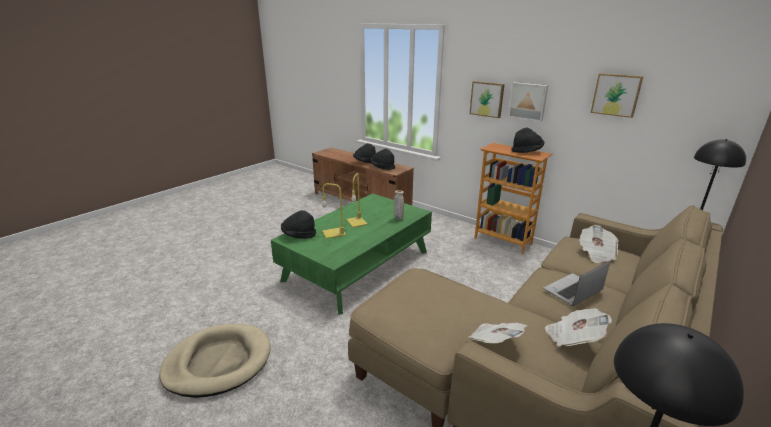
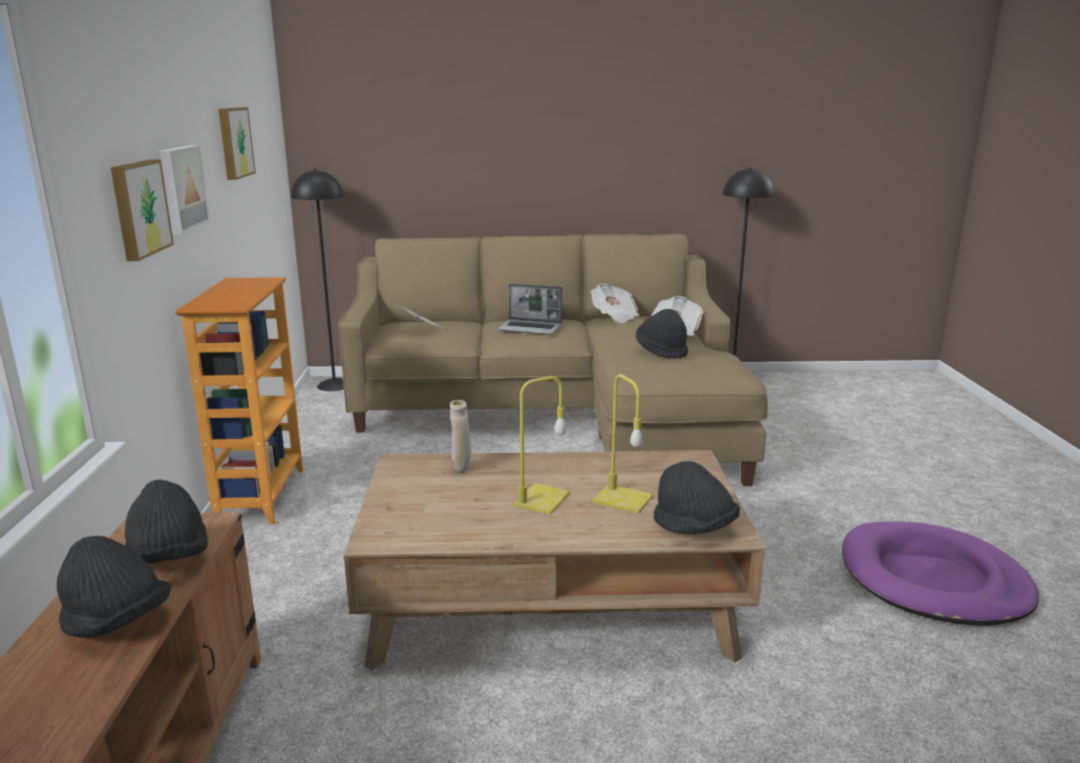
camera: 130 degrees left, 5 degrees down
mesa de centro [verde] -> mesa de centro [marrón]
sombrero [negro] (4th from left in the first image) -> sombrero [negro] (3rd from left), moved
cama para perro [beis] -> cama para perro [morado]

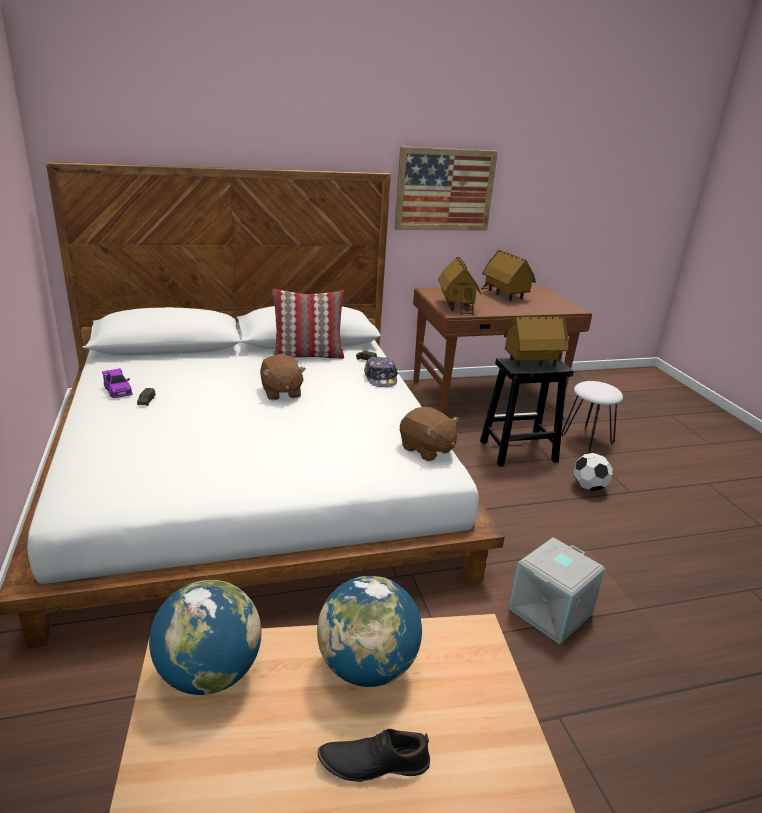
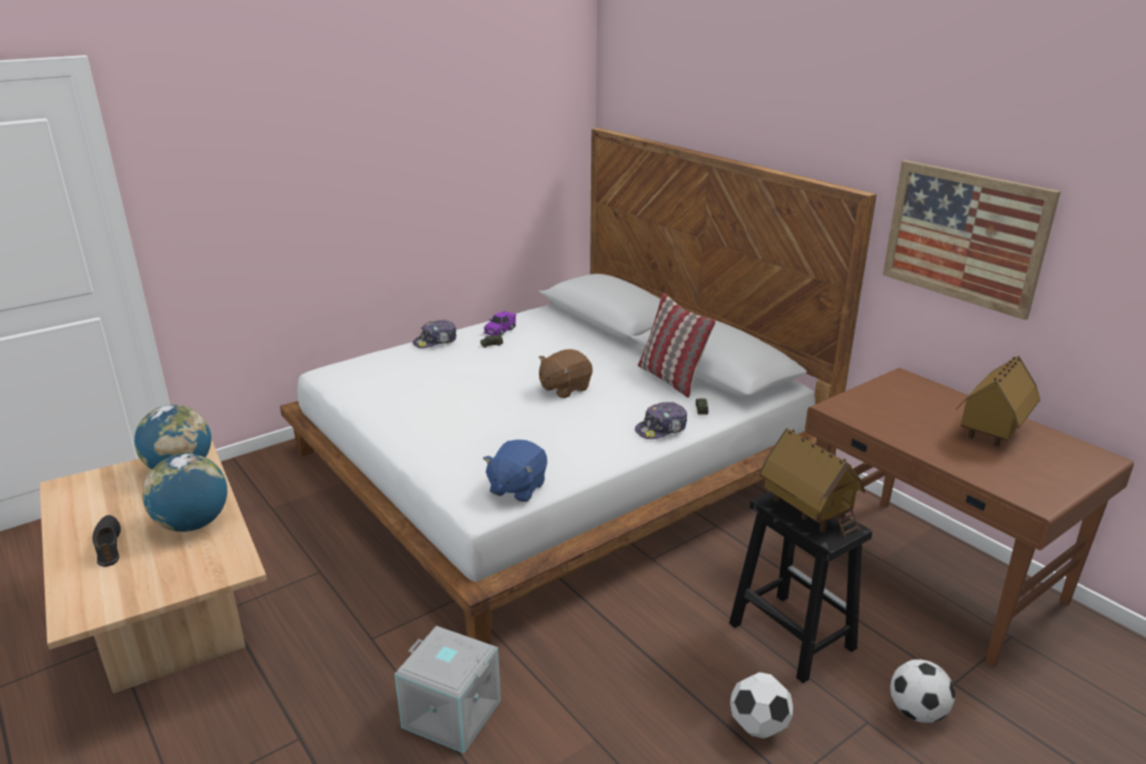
camera: 70 degrees right, 0 degrees up
none -> gorra (1st from left)
peluche [marrón] (2nd from left) -> peluche [azul]
taburete [blanco] -> balón de fútbol (2nd from left)
casita (1st from left) -> none

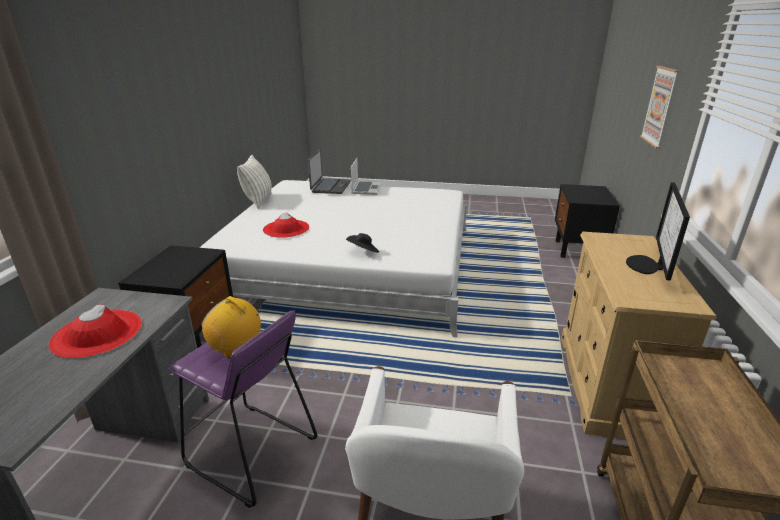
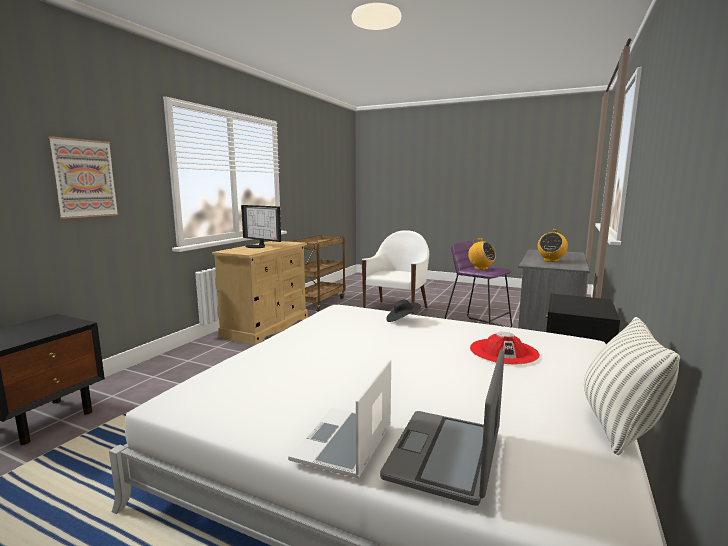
camera: 165 degrees left, 15 degrees down
monitor, 90 degrees clockwise
sombrero [rojo] (1st from left) -> radio (2nd from left)

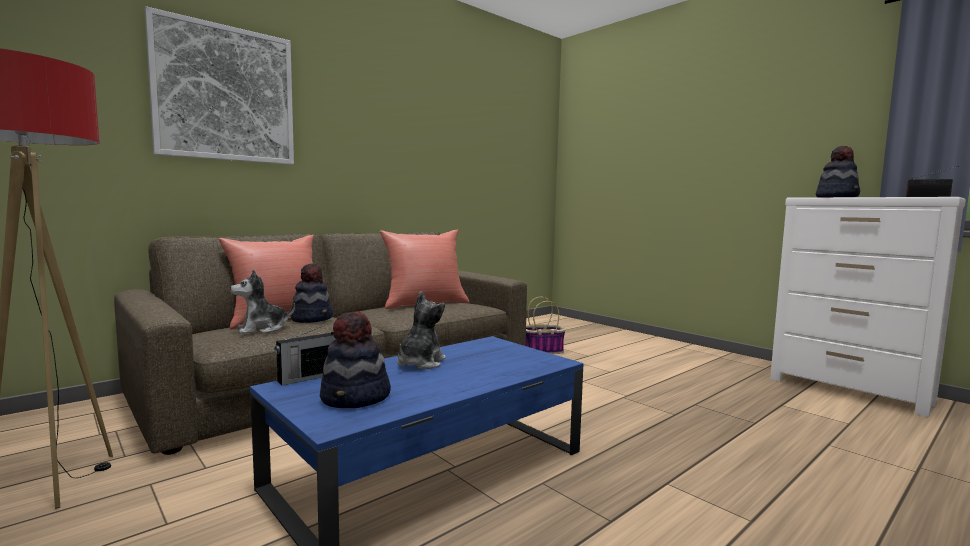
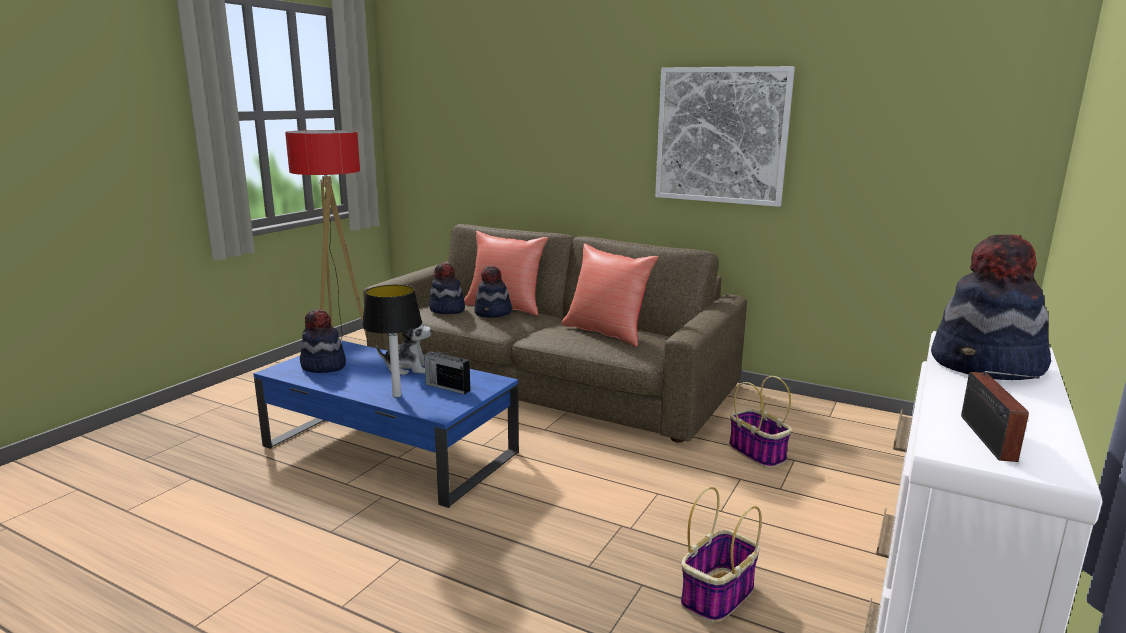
camera: 70 degrees right, 10 degrees up
none -> lámpara de mesa
radio (1st from left), moved
peluche (1st from left) -> sombrero (2nd from left)
cuadro, moved
none -> cesta (1st from left)

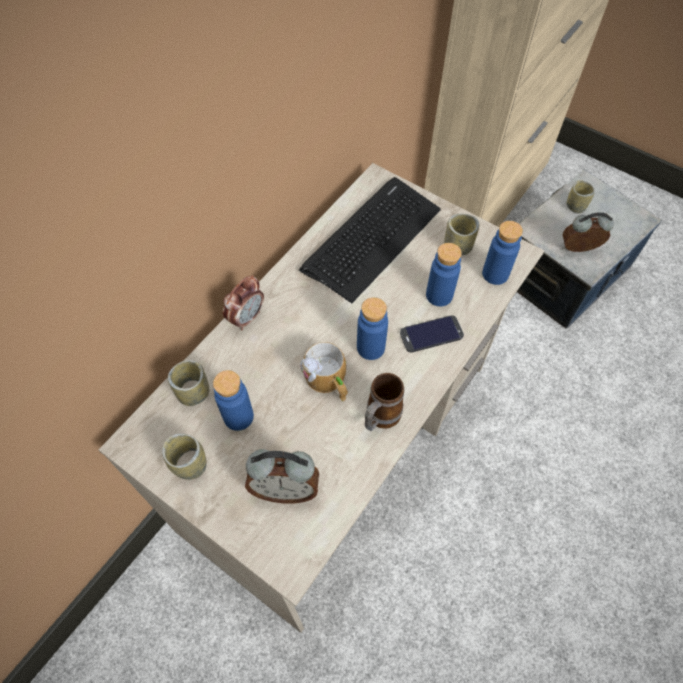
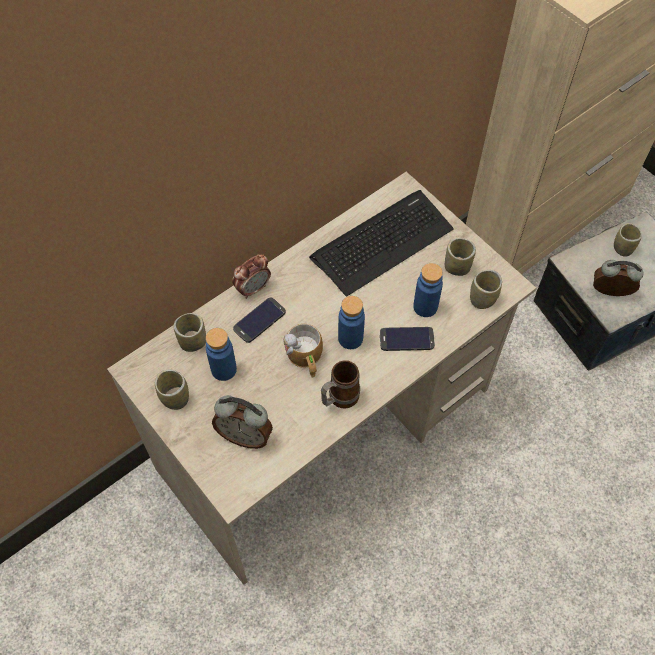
camera: 15 degrees right, 0 degrees up
none -> móvil (1st from left)
botella [azul] (4th from left) -> taza (4th from left)

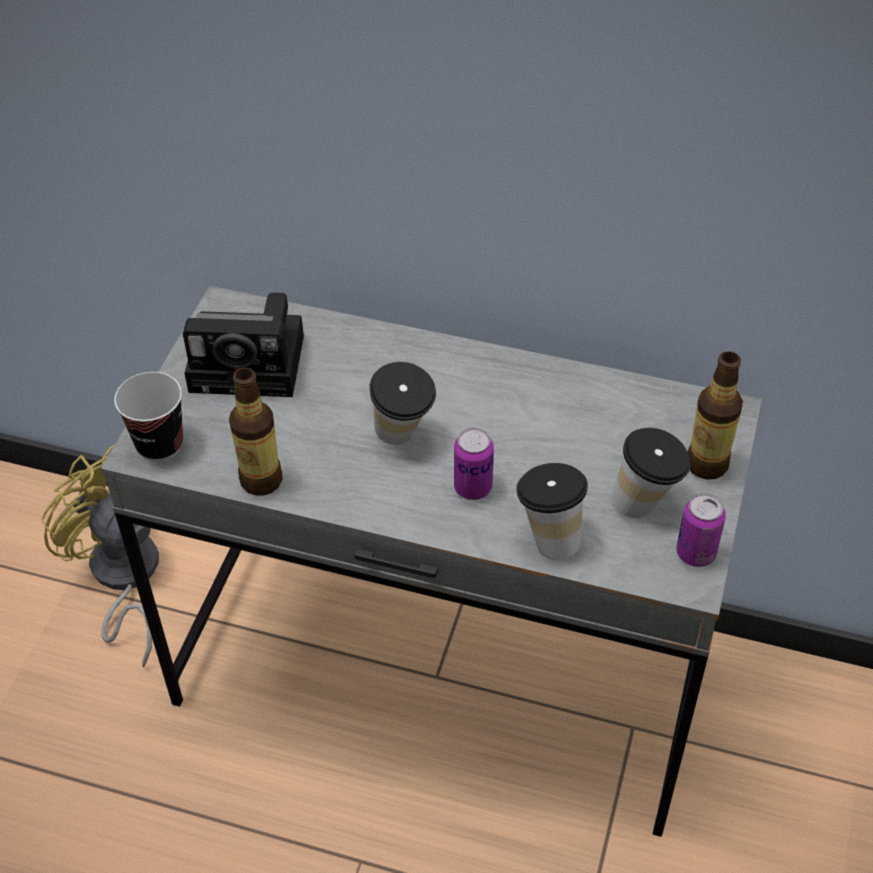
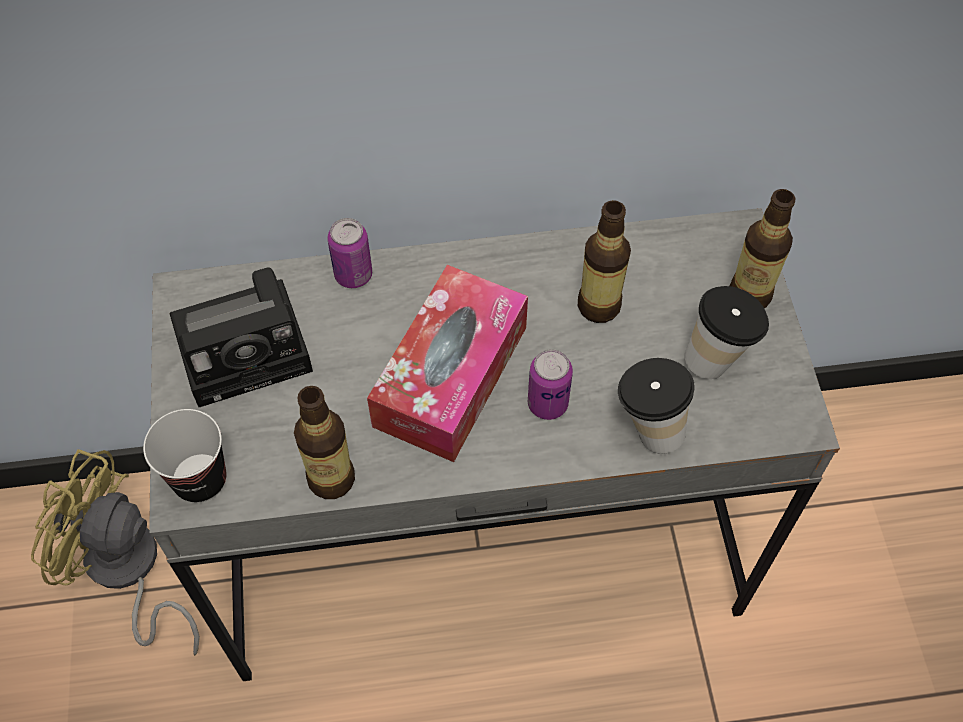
camera: 25 degrees left, 10 degrees up
lata (2nd from left in the first image) -> lata (1st from left), moved
taza (2nd from left) -> caja de pañuelos
none -> botella (2nd from left)

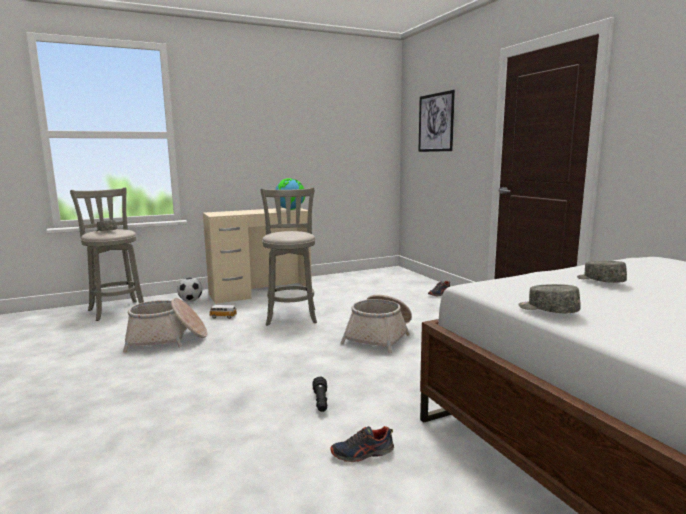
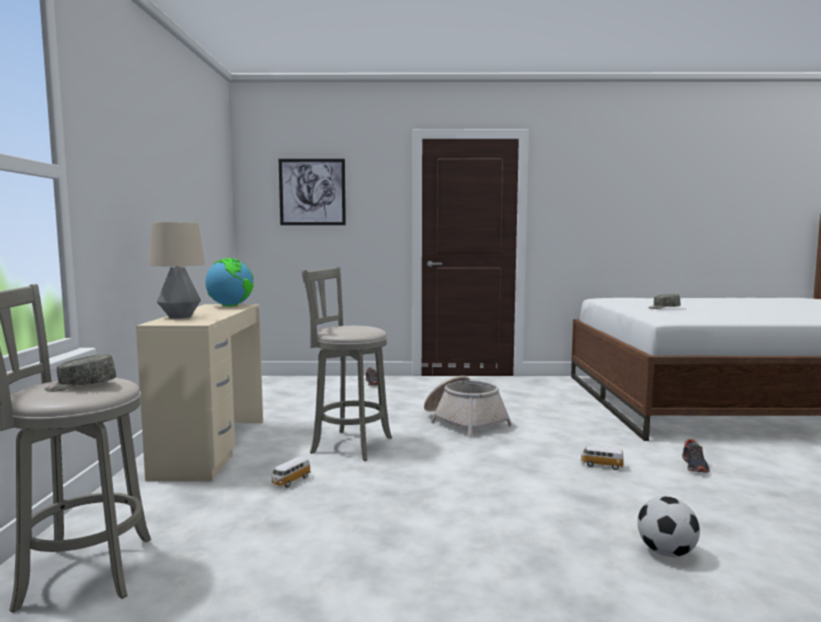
camera: 65 degrees left, 5 degrees down
none -> lámpara de mesa
linterna [negro] -> coche de juguete (2nd from left)
balón de fútbol, moved
cesta (1st from left) -> none
gorra [gris] (2nd from left) -> none

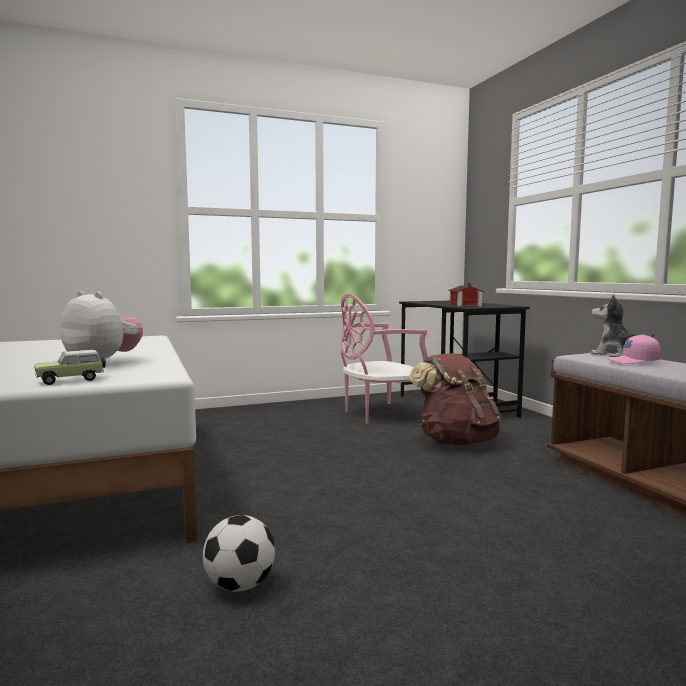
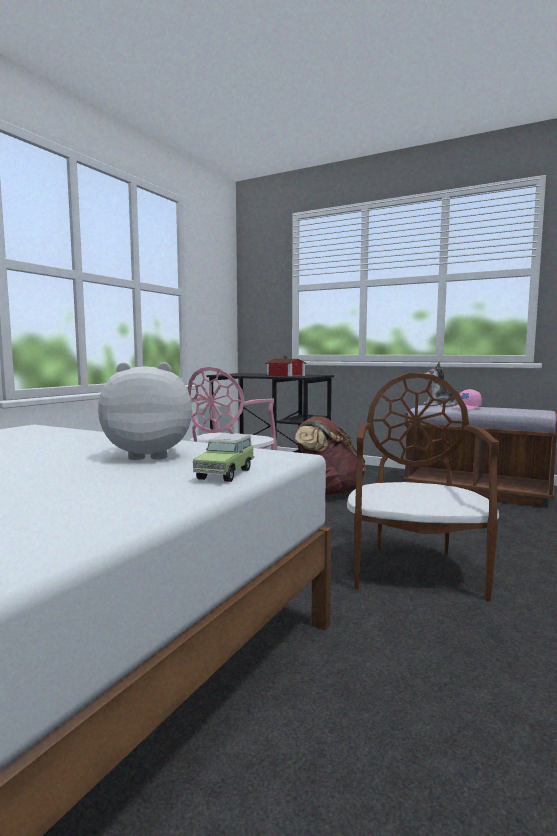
camera: 40 degrees left, 0 degrees up
none -> silla [marrón]
balón de fútbol -> none

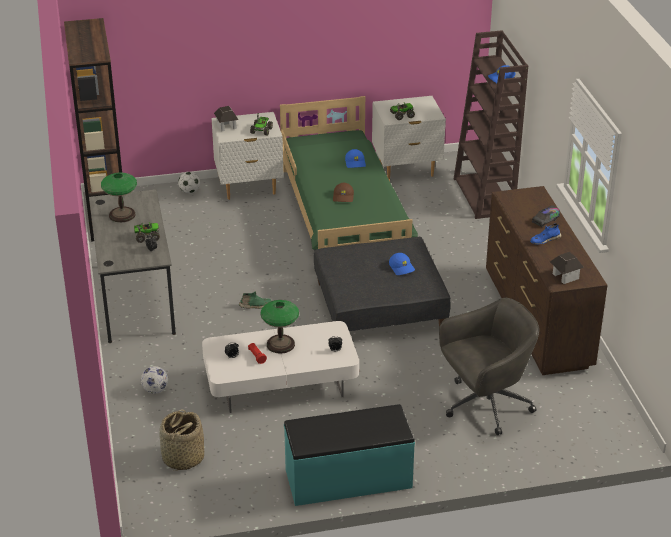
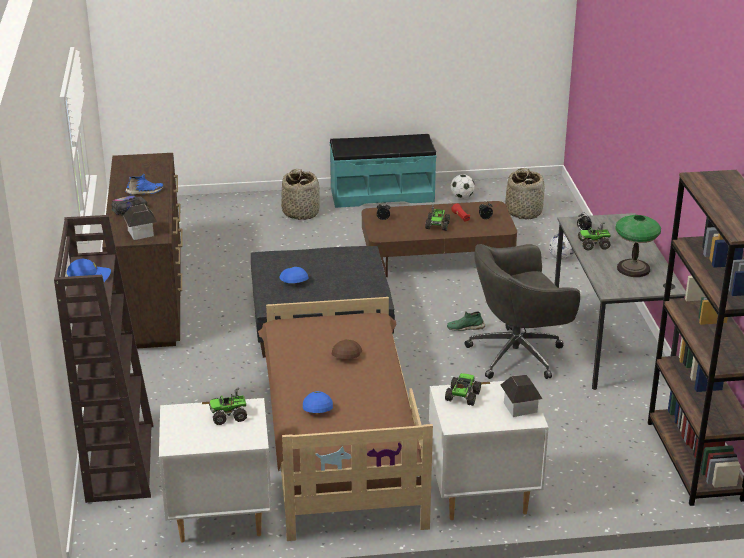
camera: 175 degrees left, 5 degrees down
casita (2nd from left in the first image) -> casita (1st from left), moved
cama [verde] -> cama [marrón]
none -> cesta (1st from left)
mesa de centro [blanco] -> mesa de centro [marrón]
lámpara de mesa (2nd from left) -> camión de juguete (3rd from left)
balón de fútbol (2nd from left in the first image) -> balón de fútbol (1st from left), moved
silla de oficina [gris], moved

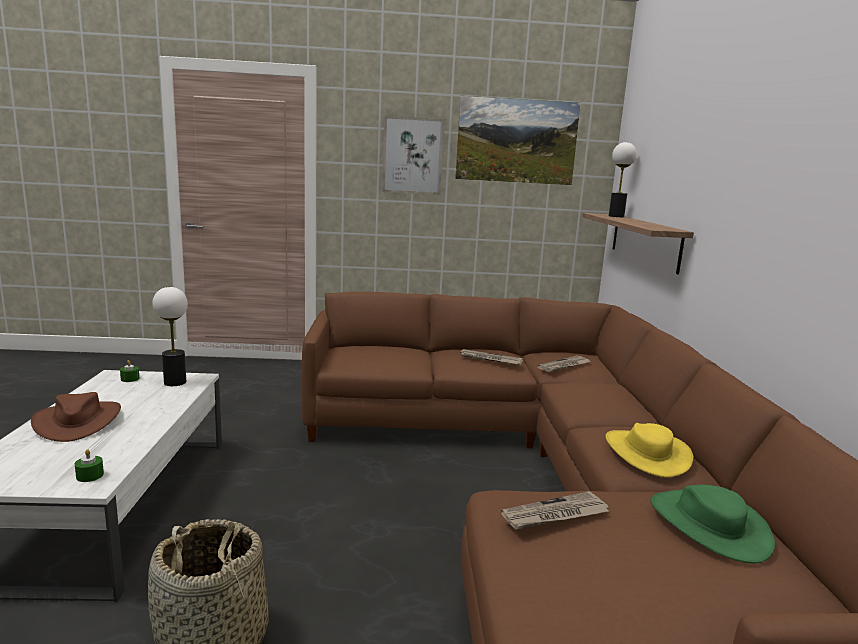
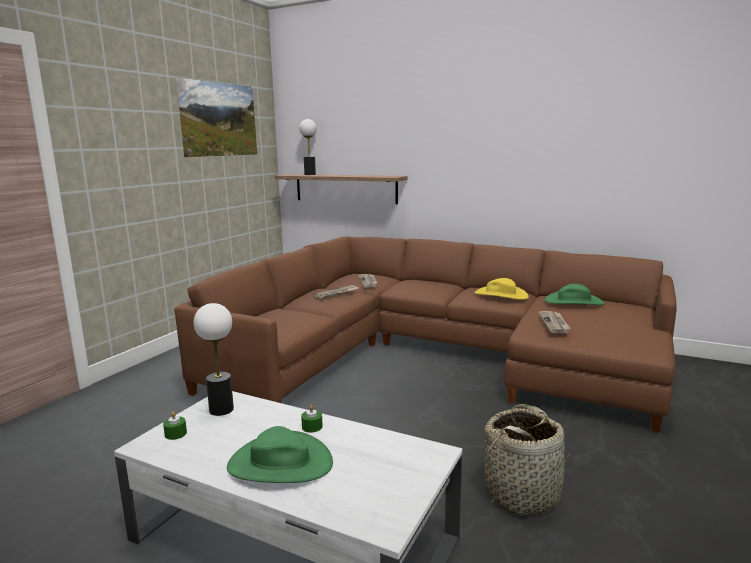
camera: 60 degrees left, 0 degrees up
sombrero [marrón] -> sombrero [verde] (1st from left)
vela [verde] (1st from left in the first image) -> vela [verde] (2nd from left), moved
cuadro (1st from left) -> none

